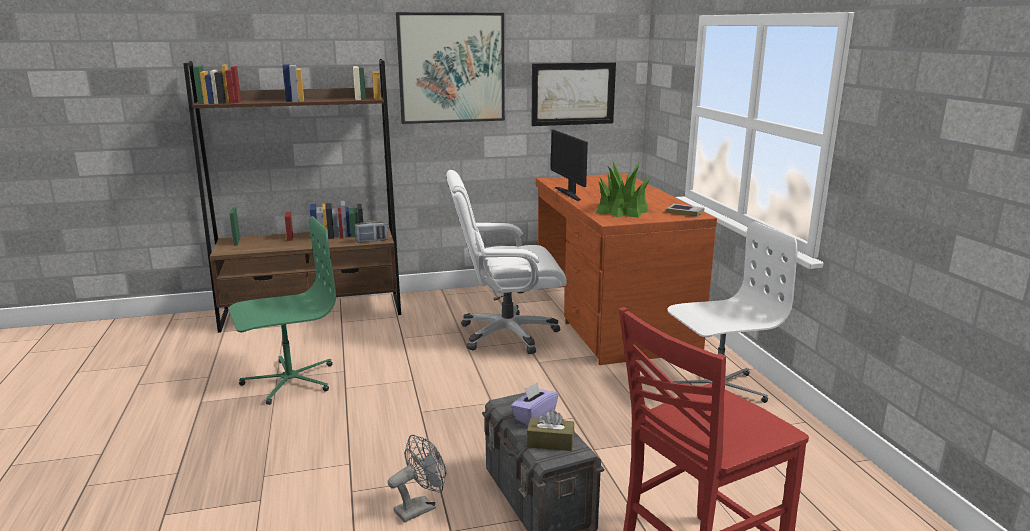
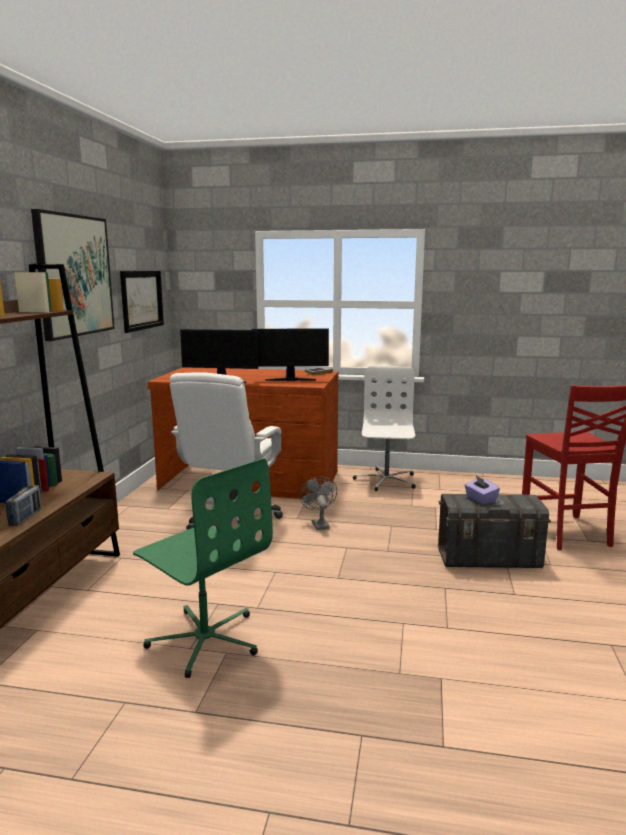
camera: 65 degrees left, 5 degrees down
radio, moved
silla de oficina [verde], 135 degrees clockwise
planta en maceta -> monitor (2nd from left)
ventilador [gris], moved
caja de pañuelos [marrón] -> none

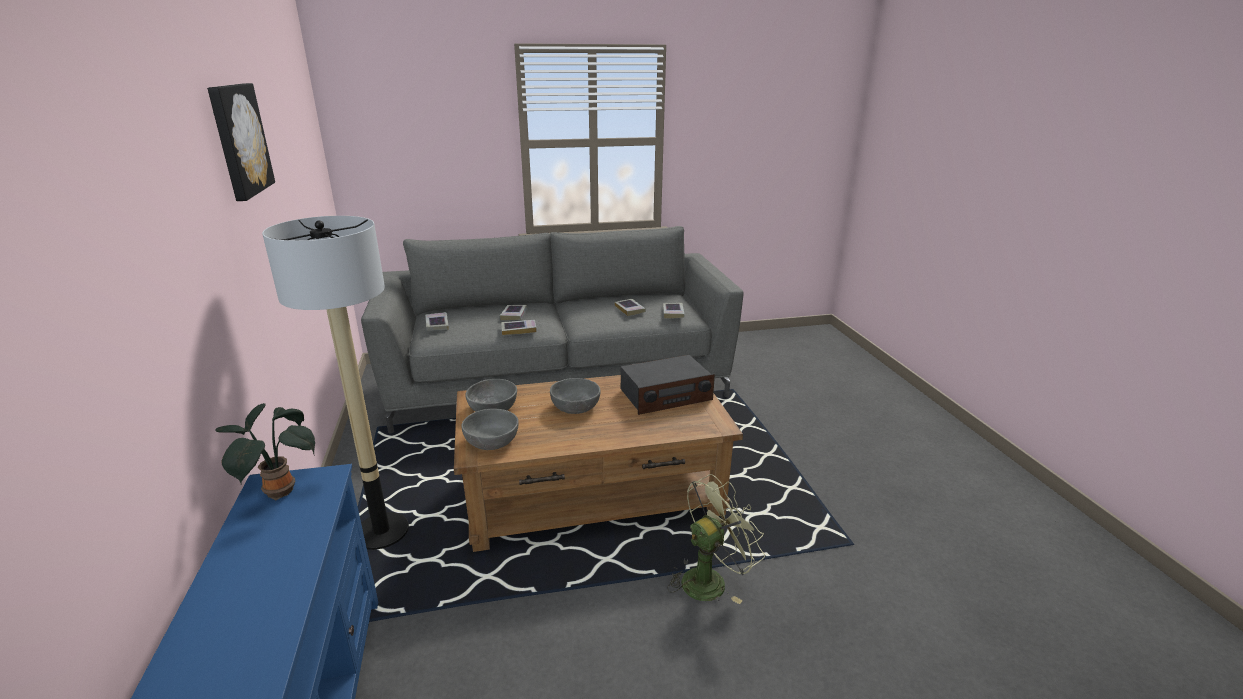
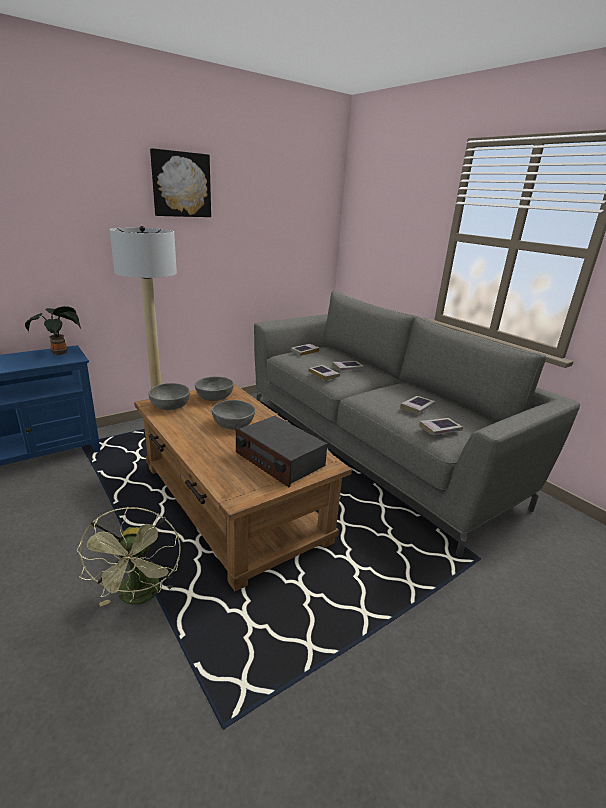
camera: 65 degrees right, 0 degrees up
ventilador [verde], 45 degrees clockwise

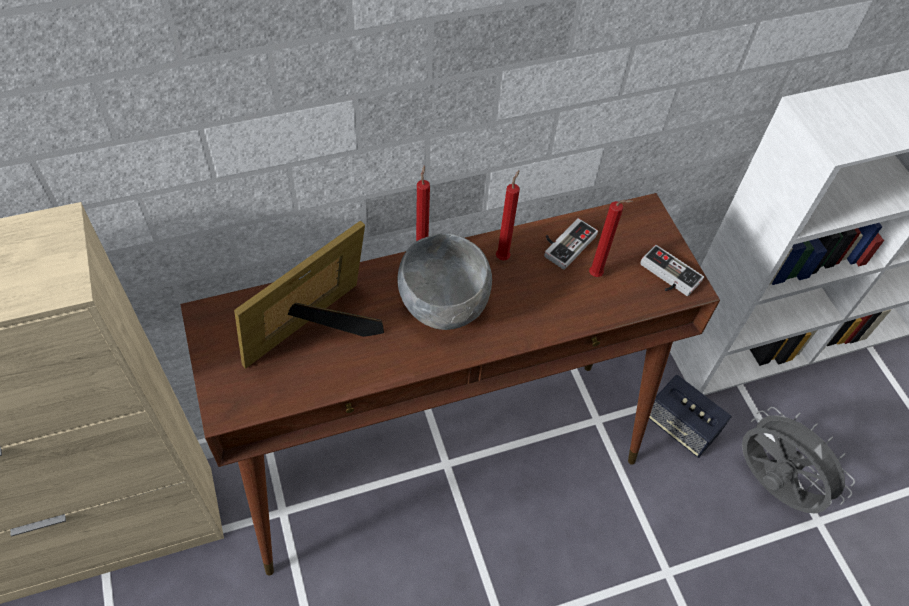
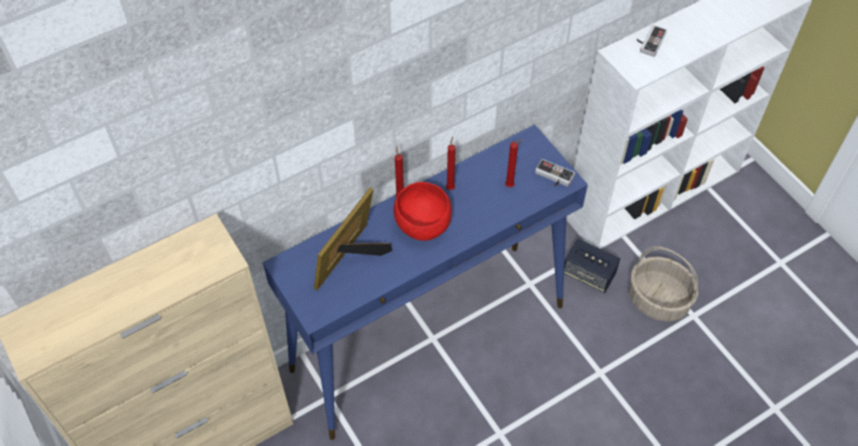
camera: 10 degrees left, 0 degrees up
mesa consola [marrón] -> mesa consola [azul]
cuenco [gris] -> cuenco [rojo]
ventilador [gris] -> cesta
mando de consola (1st from left in the first image) -> mando de consola (2nd from left), moved

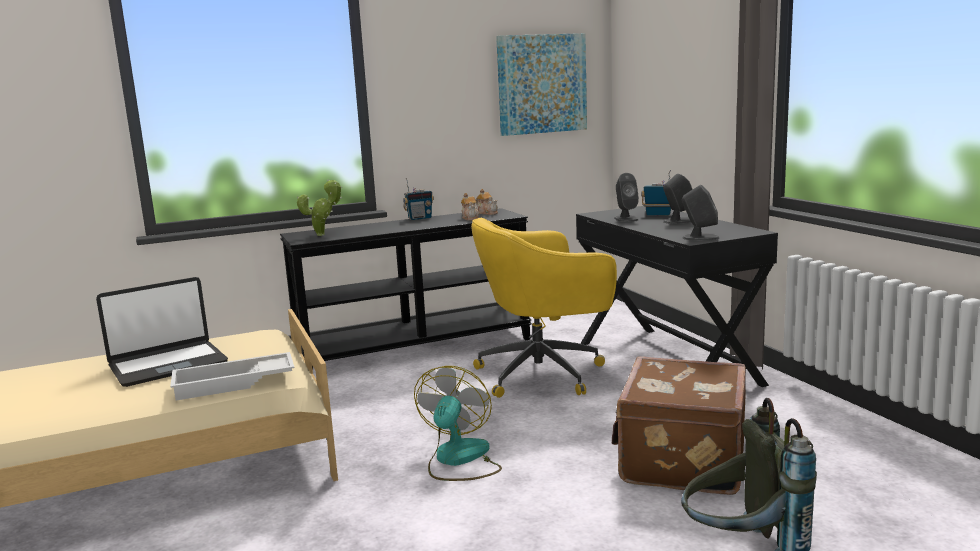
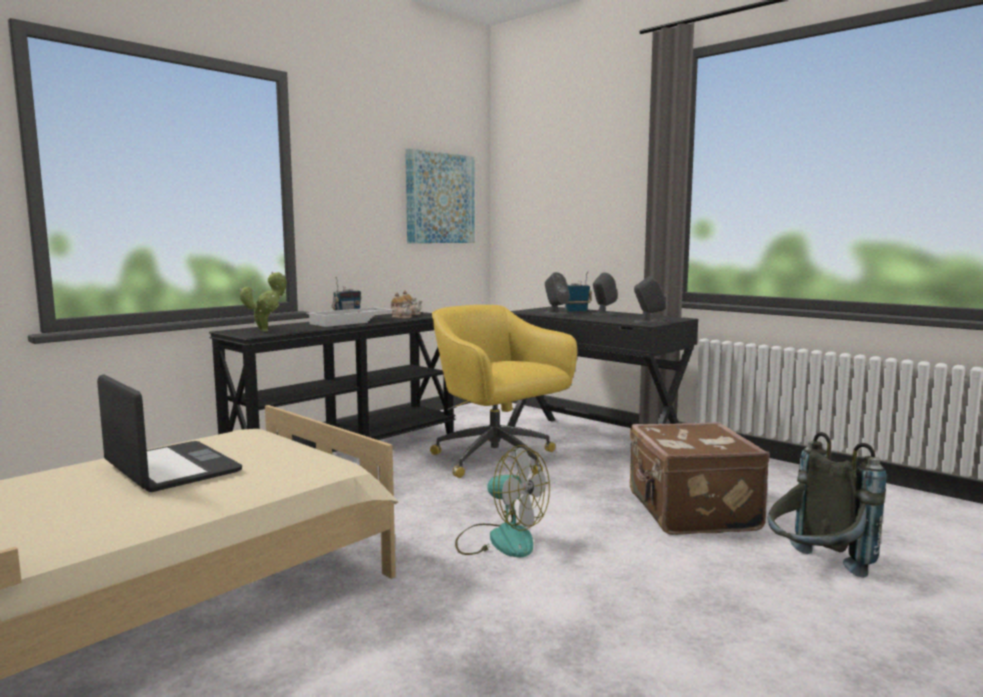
camera: 25 degrees left, 5 degrees down
portátil, 75 degrees counterclockwise
bandeja [blanco], moved
silla de oficina [amarillo], 90 degrees clockwise
ventilador, 135 degrees clockwise

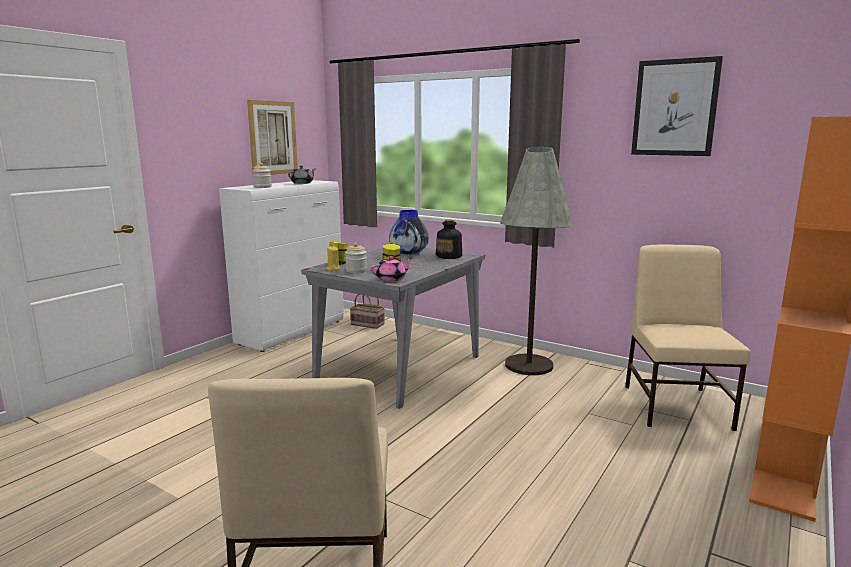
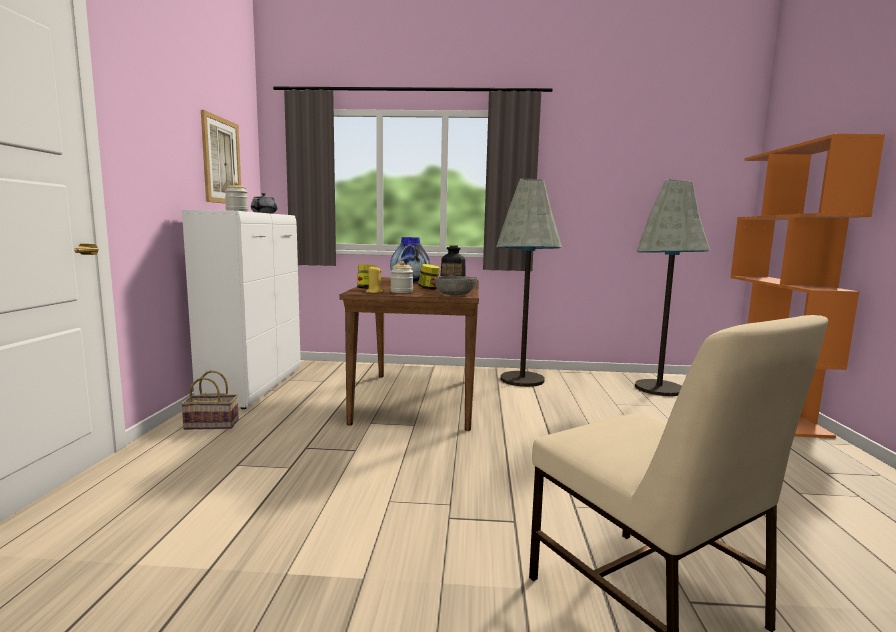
camera: 30 degrees left, 5 degrees down
cesta, moved
mesa de comedor [gris] -> mesa de comedor [marrón]
tetera [rosa] -> cuenco [gris]
silla [beis] (2nd from left) -> lámpara de pie [gris] (2nd from left)
cuadro (2nd from left) -> none

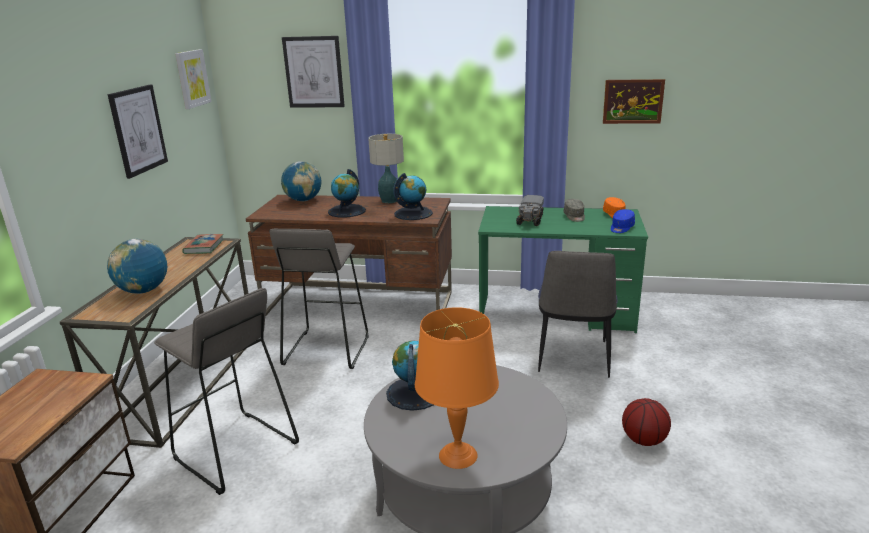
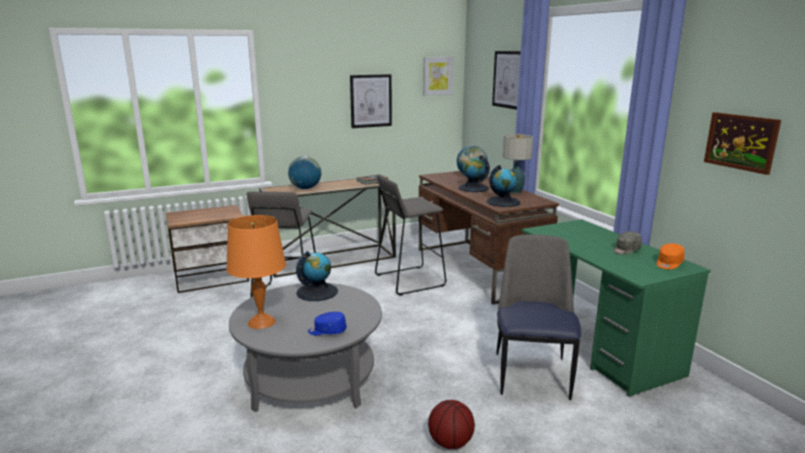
camera: 55 degrees right, 5 degrees down
gorra [azul], moved
silla, 120 degrees clockwise
camión de juguete -> none

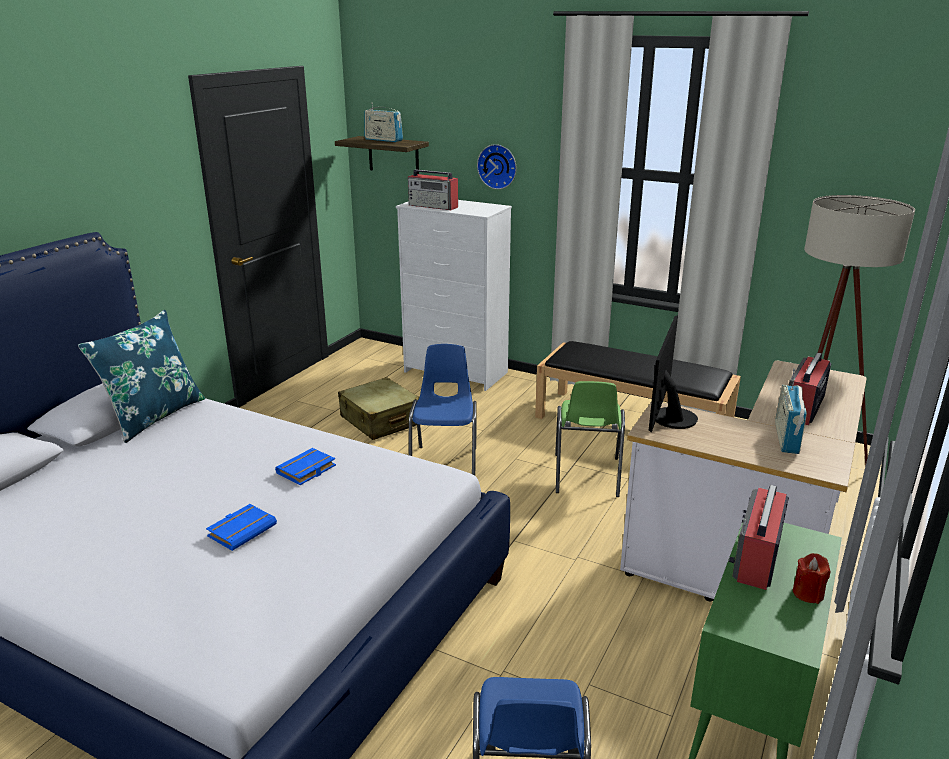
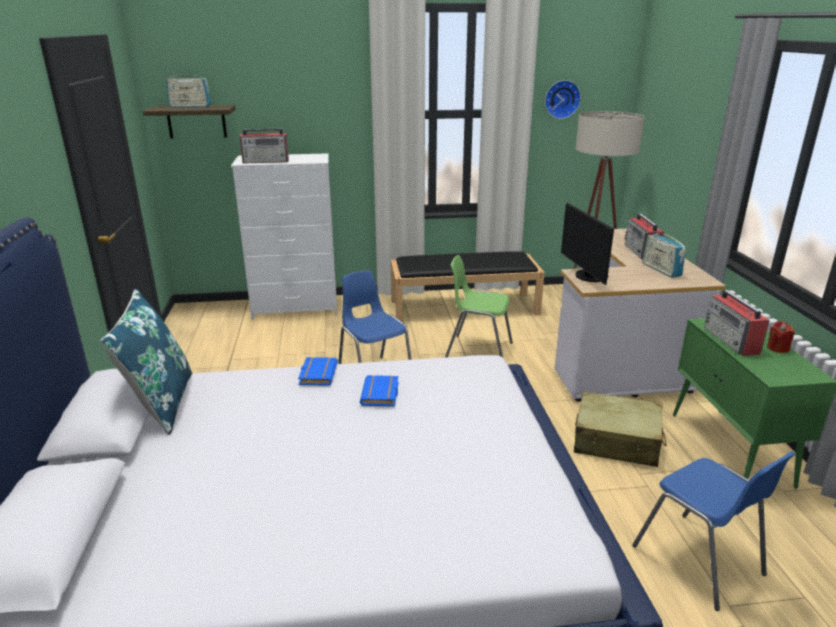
camera: 35 degrees left, 0 degrees up
libro [azul] (1st from left), moved
silla [verde], 135 degrees clockwise
reloj de pared, moved
maleta [beis], moved

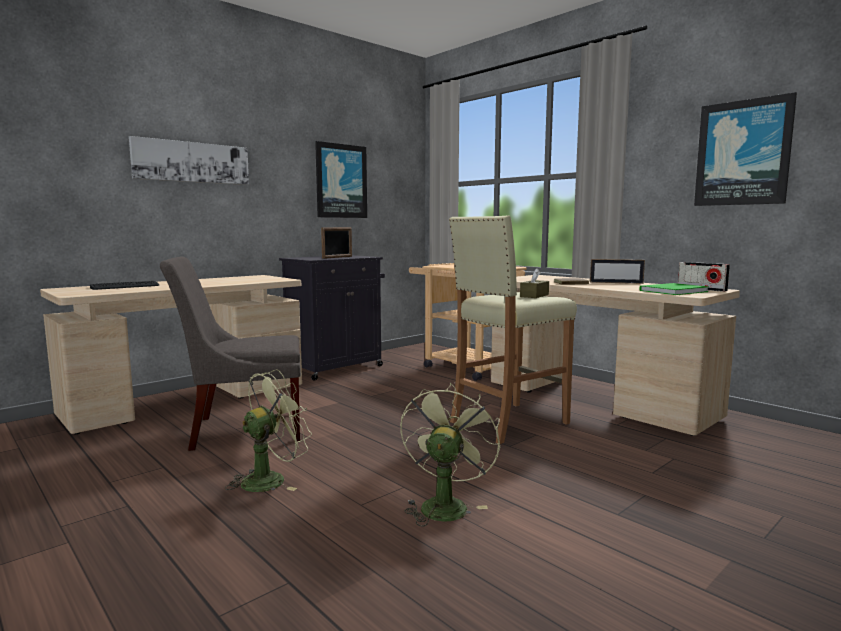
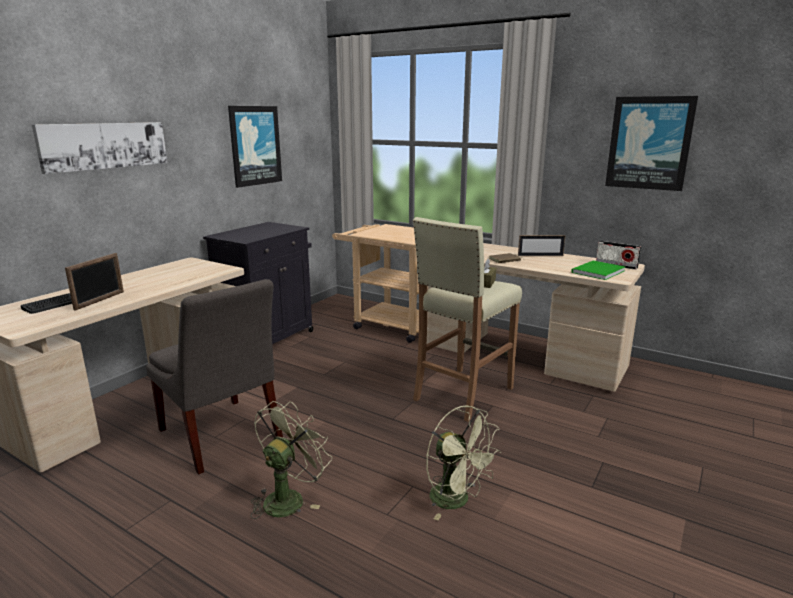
camera: 15 degrees left, 10 degrees up
portarretratos (1st from left), moved
silla [gris], 105 degrees counterclockwise
ventilador [verde] (2nd from left), 135 degrees clockwise

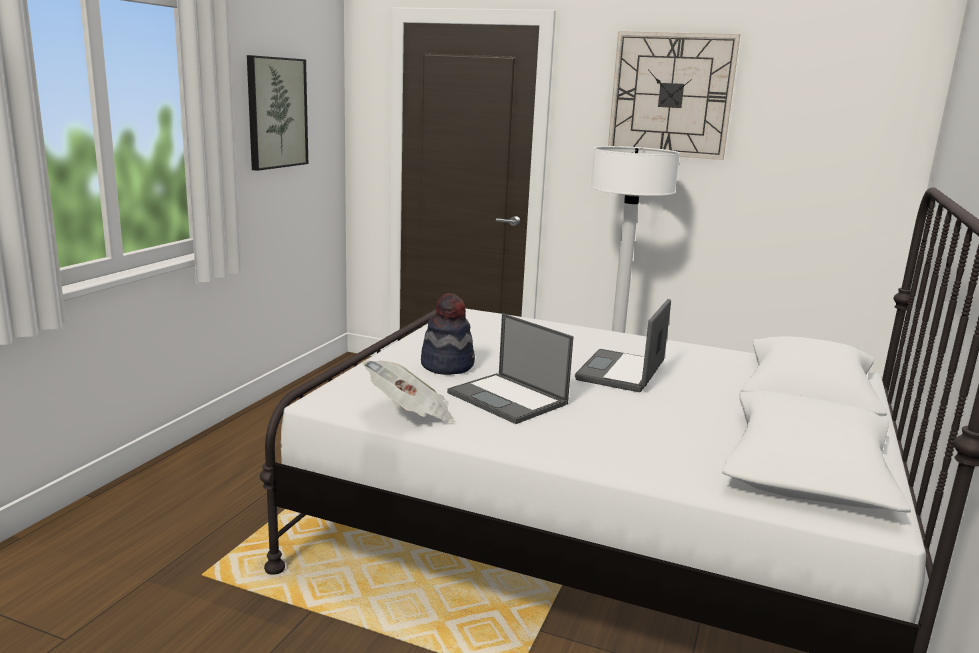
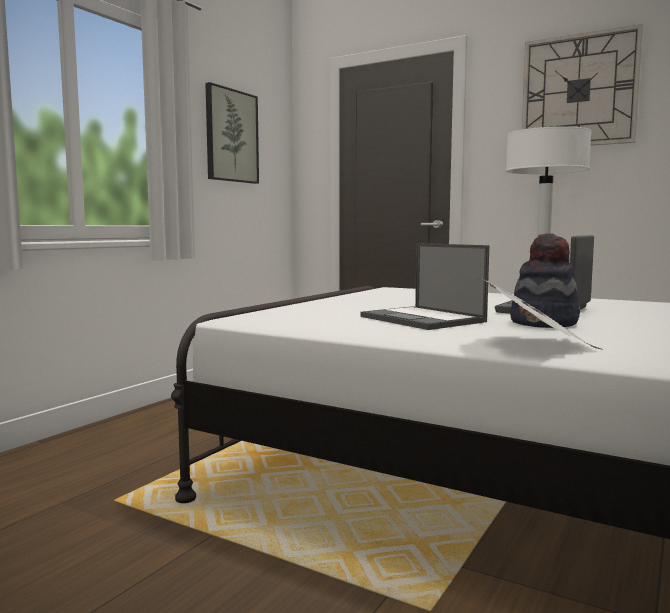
camera: 10 degrees right, 10 degrees down
periódico, moved
sombrero, moved

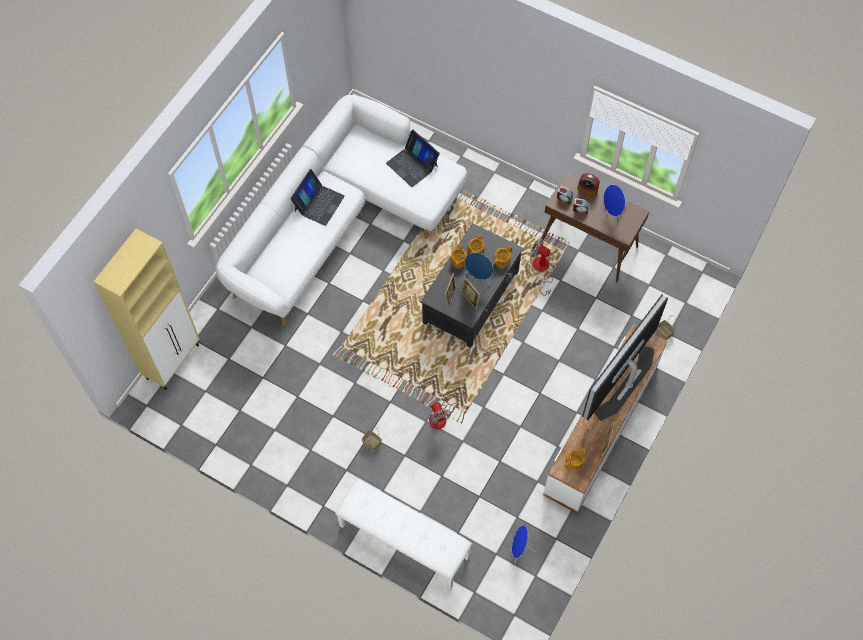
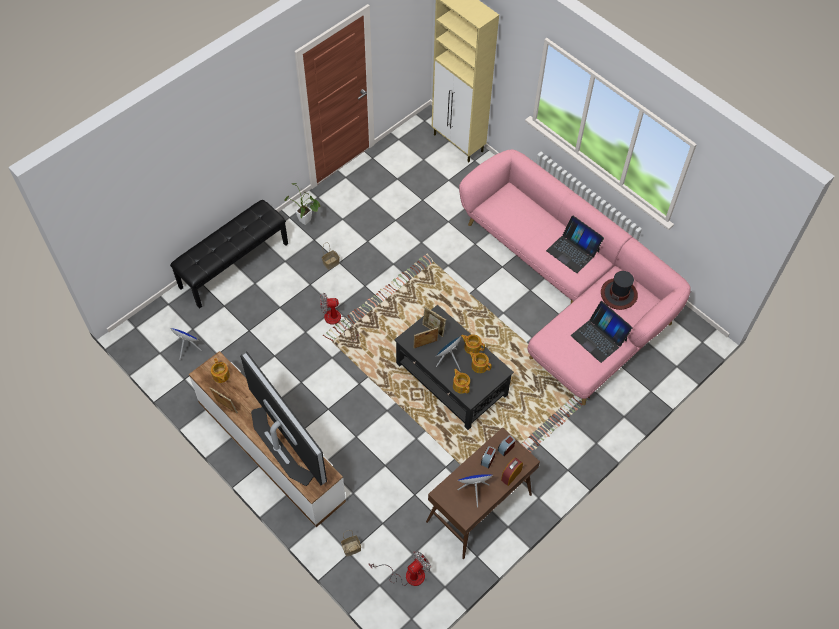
camera: 105 degrees right, 5 degrees down
banco [blanco] -> banco [negro]
none -> planta en maceta
ventilador (2nd from left), moved
sofá [blanco] -> sofá [rosa]
portátil (2nd from left), 105 degrees counterclockwise
none -> sombrero

